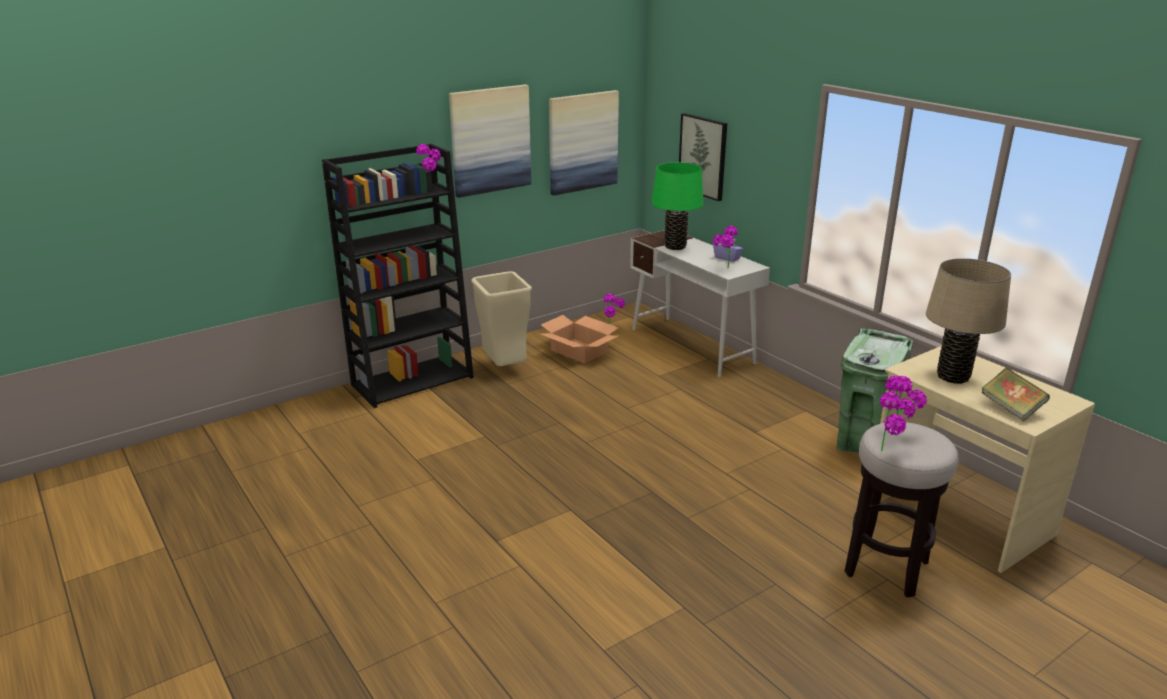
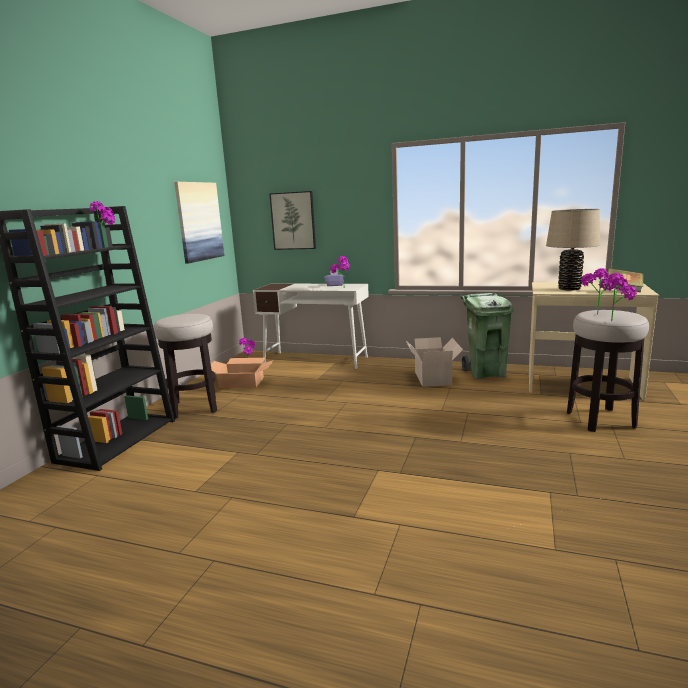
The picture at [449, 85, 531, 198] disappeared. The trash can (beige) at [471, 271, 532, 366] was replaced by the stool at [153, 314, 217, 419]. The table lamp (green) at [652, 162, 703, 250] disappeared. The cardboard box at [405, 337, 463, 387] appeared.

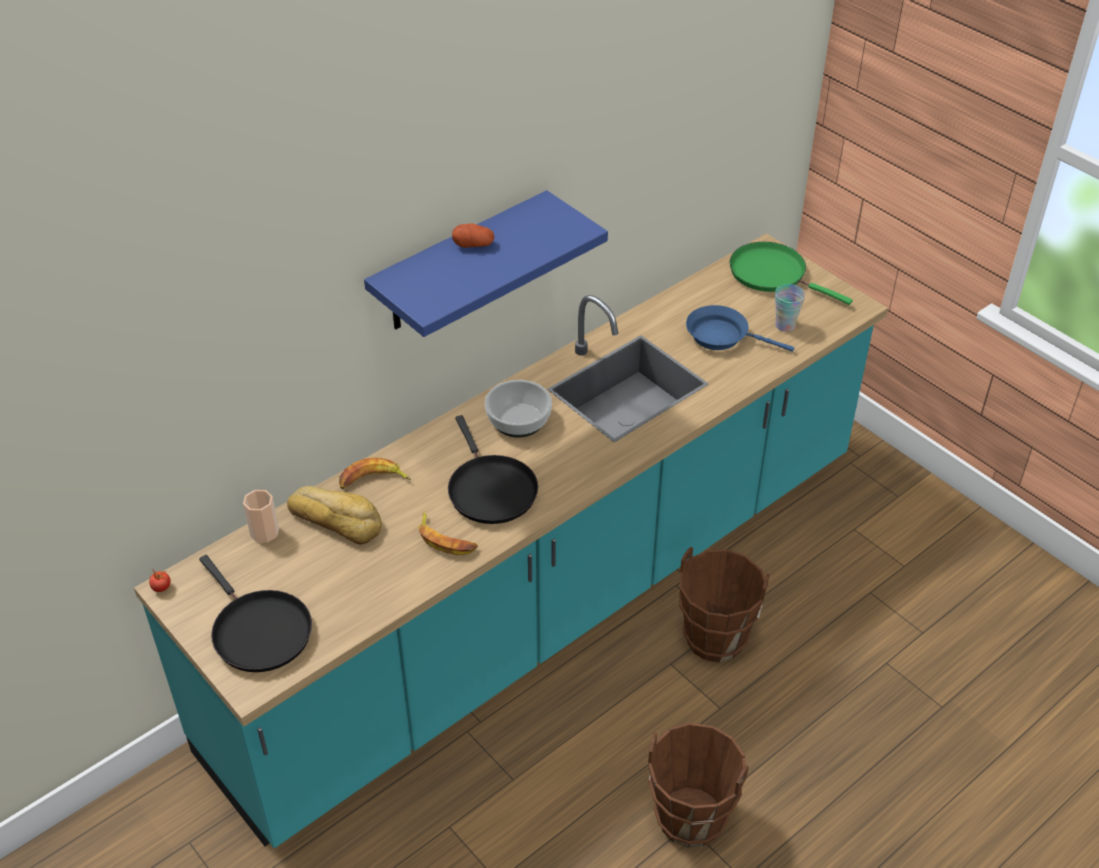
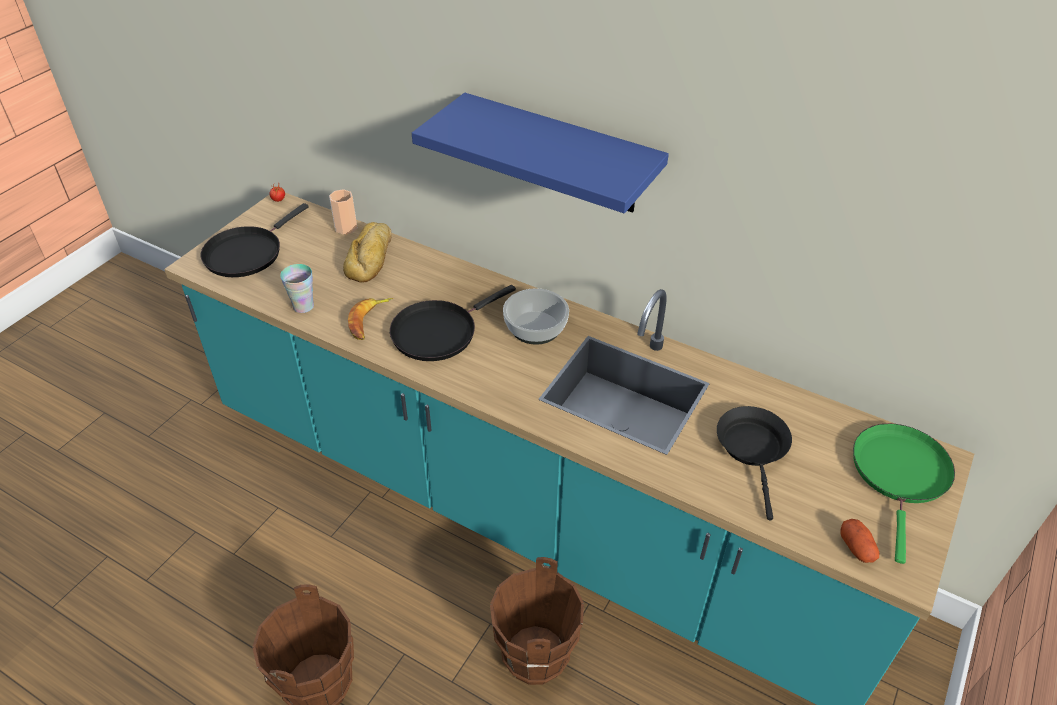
The banana at [339, 458, 411, 489] disappeared. The potato moved from [452, 224, 494, 248] to [840, 519, 879, 563]. The frying pan (blue) at [686, 305, 794, 352] became the frying pan (black) at [717, 406, 792, 520]. The cup moved from [775, 284, 805, 332] to [280, 264, 314, 313].

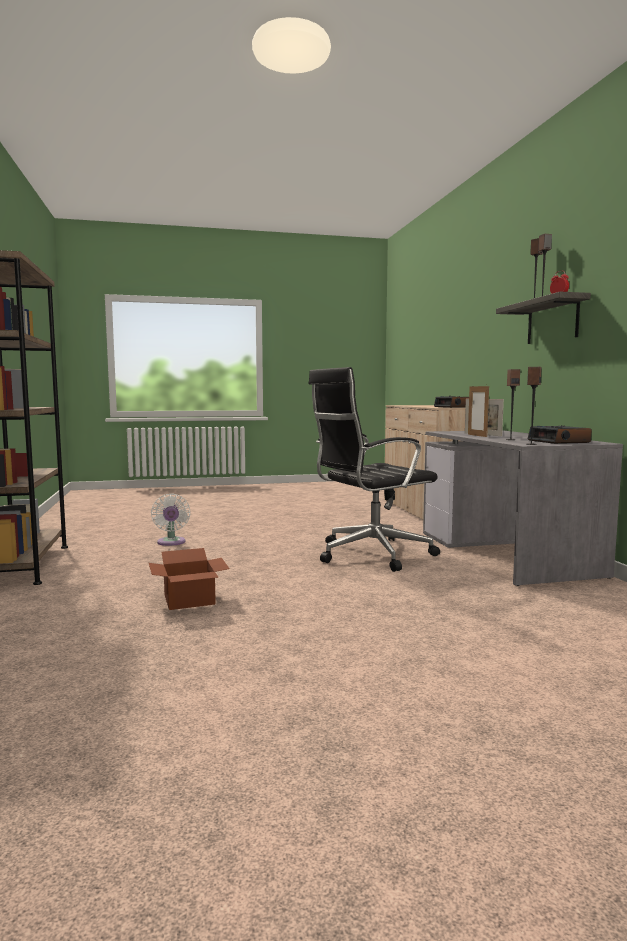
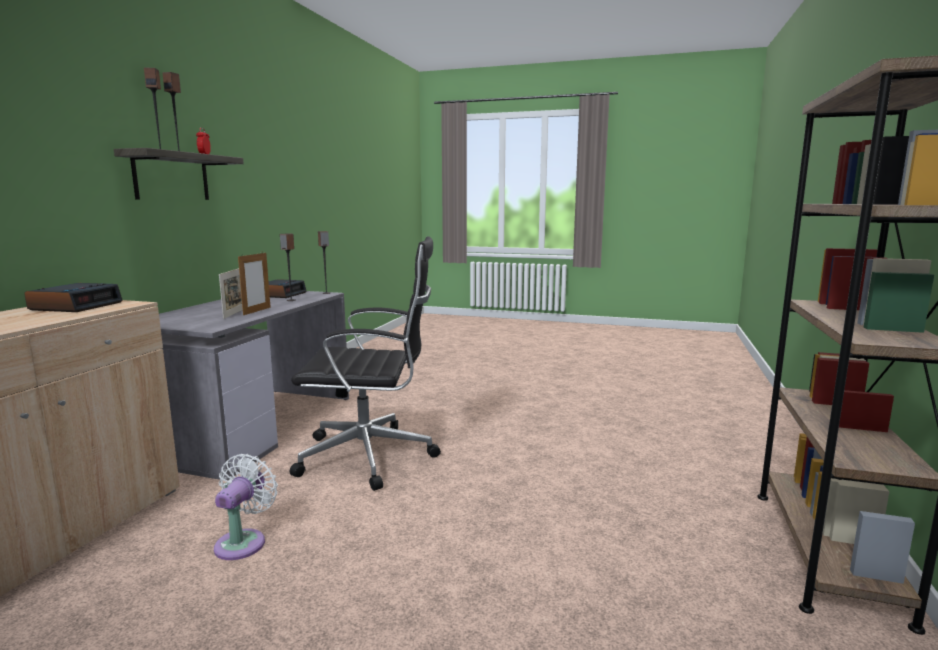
The cardboard box at [149, 548, 230, 610] disappeared. The fan (white) moved from [151, 494, 191, 546] to [214, 454, 278, 560].

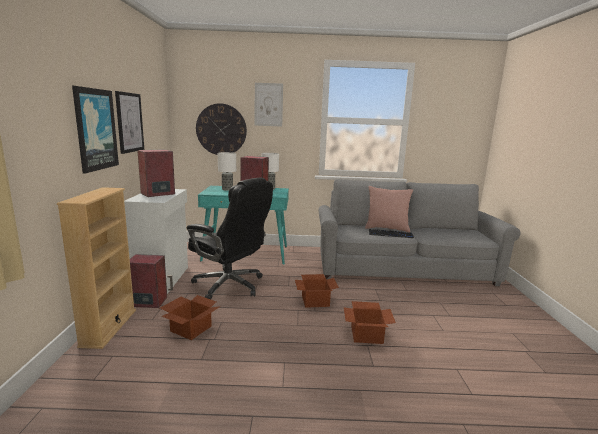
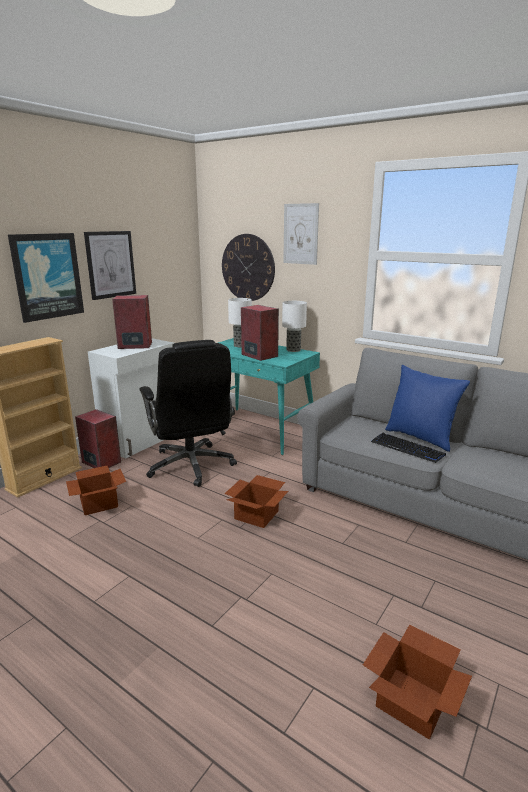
The cardboard box moved from [344, 301, 396, 344] to [363, 625, 472, 739]. The pillow (pink) at [365, 186, 413, 232] became the pillow (blue) at [385, 365, 470, 452].

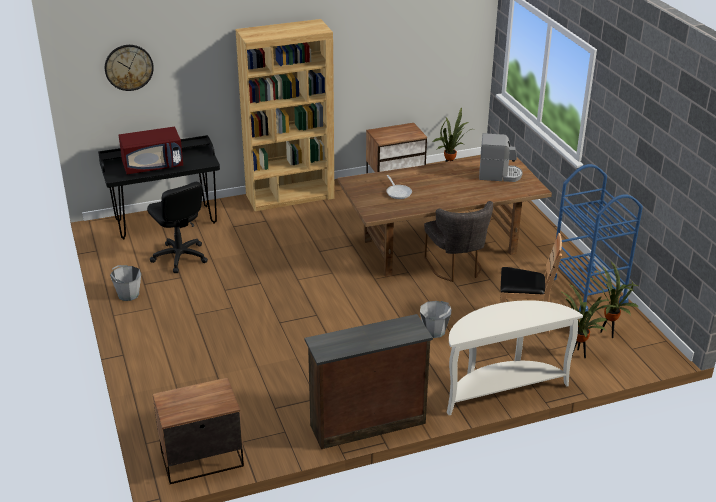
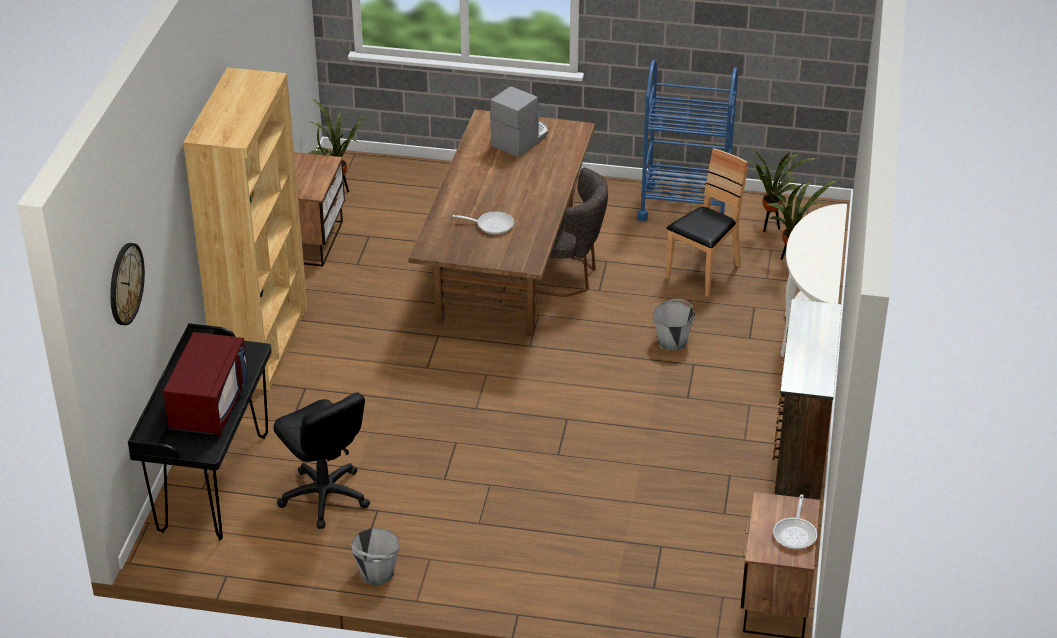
The office chair (black) at [147, 182, 208, 273] turned 60 degrees clockwise. The frying pan at [773, 494, 817, 550] appeared.

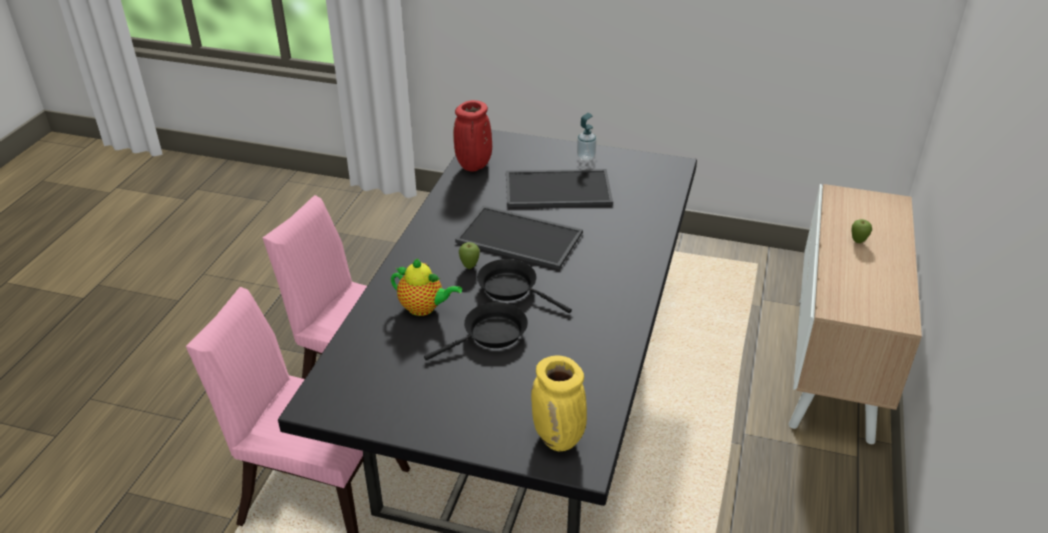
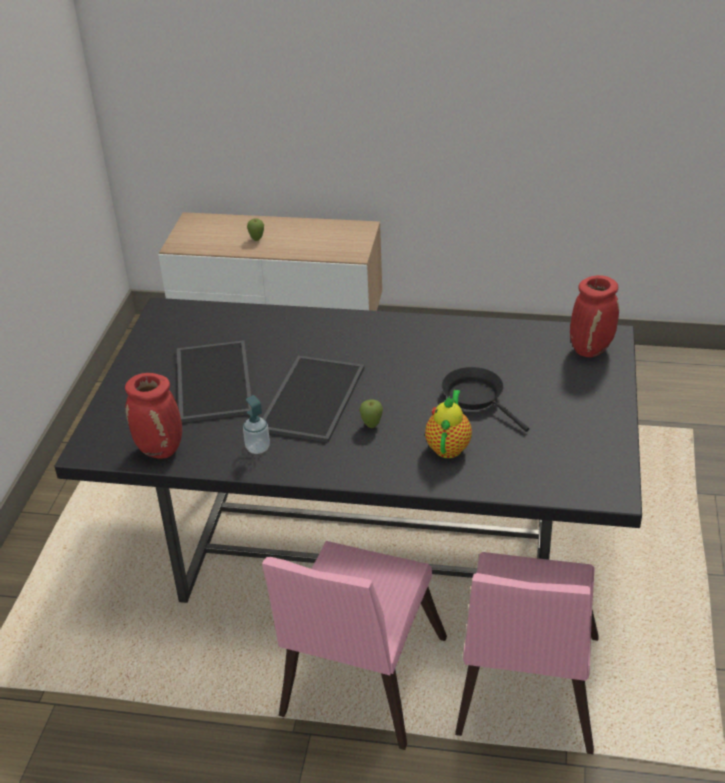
The frying pan (black) at [477, 259, 572, 313] disappeared. The vase (yellow) at [531, 356, 587, 451] became the vase (red) at [570, 275, 619, 357]. The soap dispenser moved from [577, 113, 597, 161] to [243, 395, 270, 454].

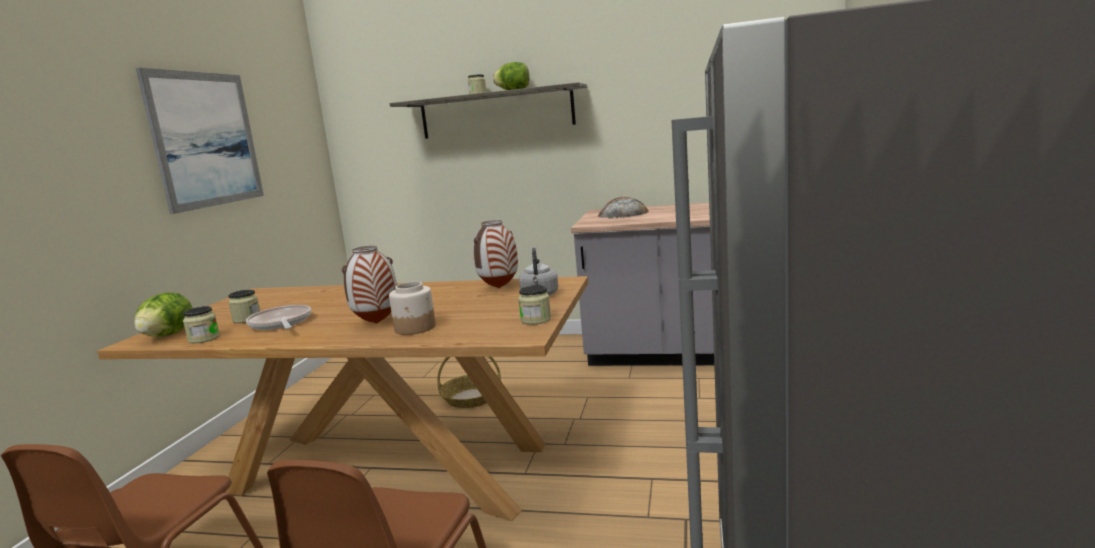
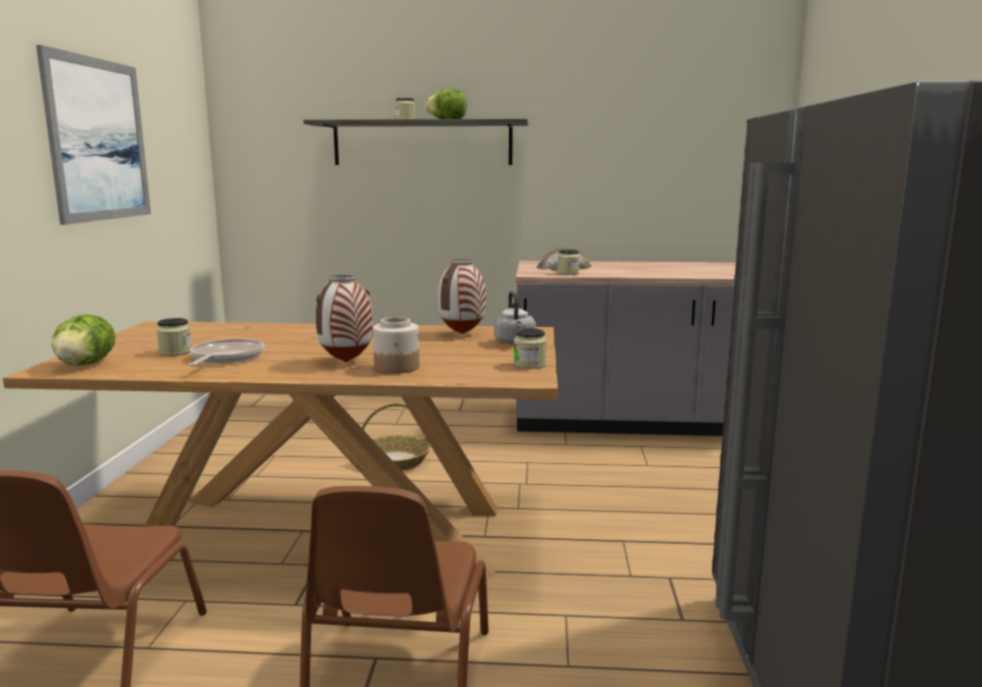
The jar moved from [183, 306, 220, 344] to [557, 249, 580, 275]. The frying pan at [246, 305, 311, 330] turned 45 degrees clockwise.

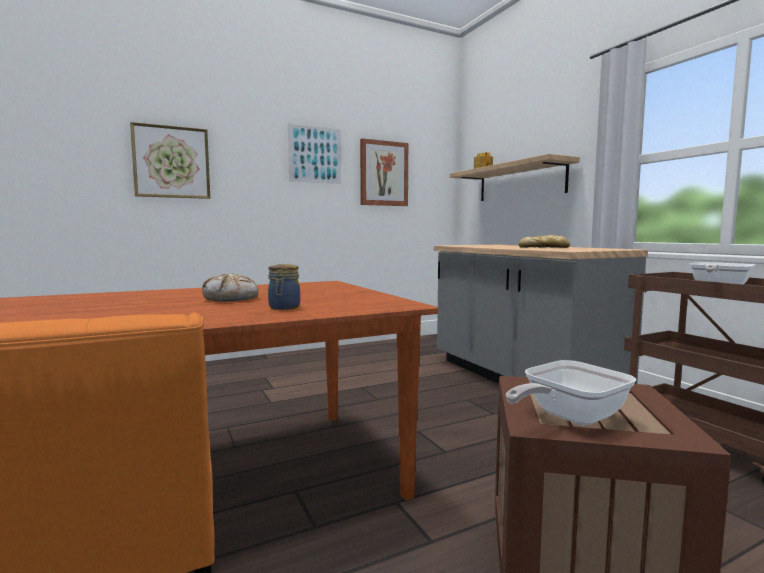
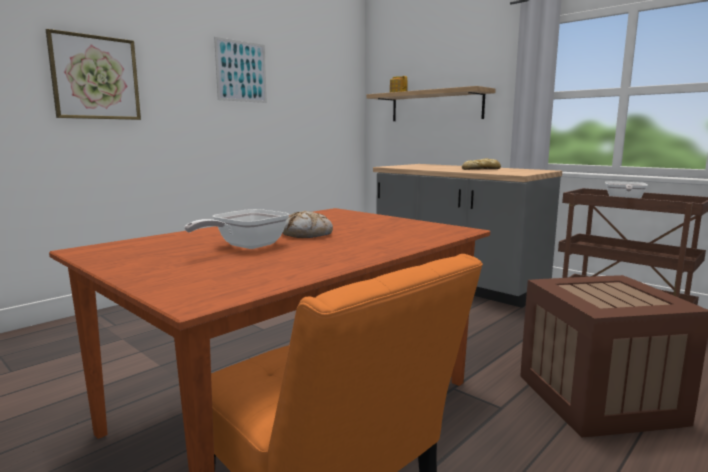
The jar at [268, 264, 300, 310] disappeared. The picture at [360, 139, 408, 206] disappeared. The frying pan moved from [506, 360, 636, 426] to [185, 209, 289, 249].

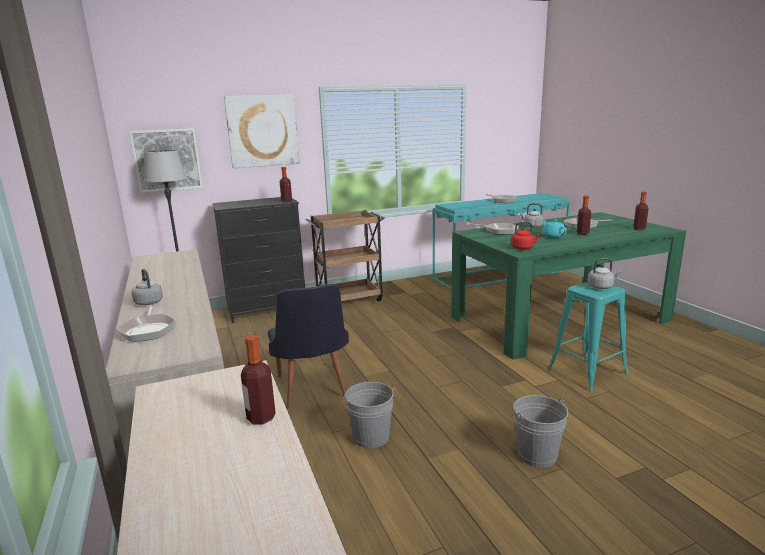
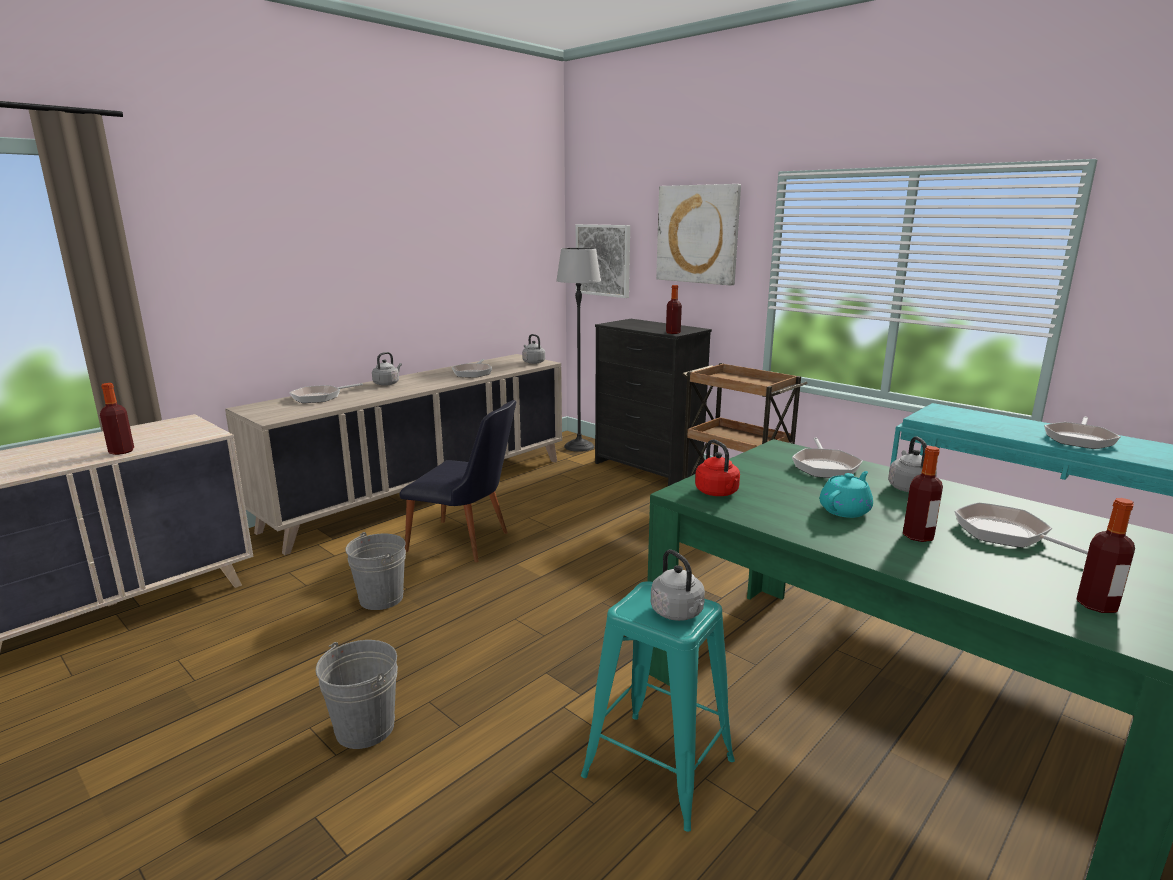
The chair (black) at [268, 284, 349, 408] turned 120 degrees counterclockwise. The frying pan at [452, 359, 492, 378] appeared. The kettle (grey) at [522, 334, 545, 364] appeared.

